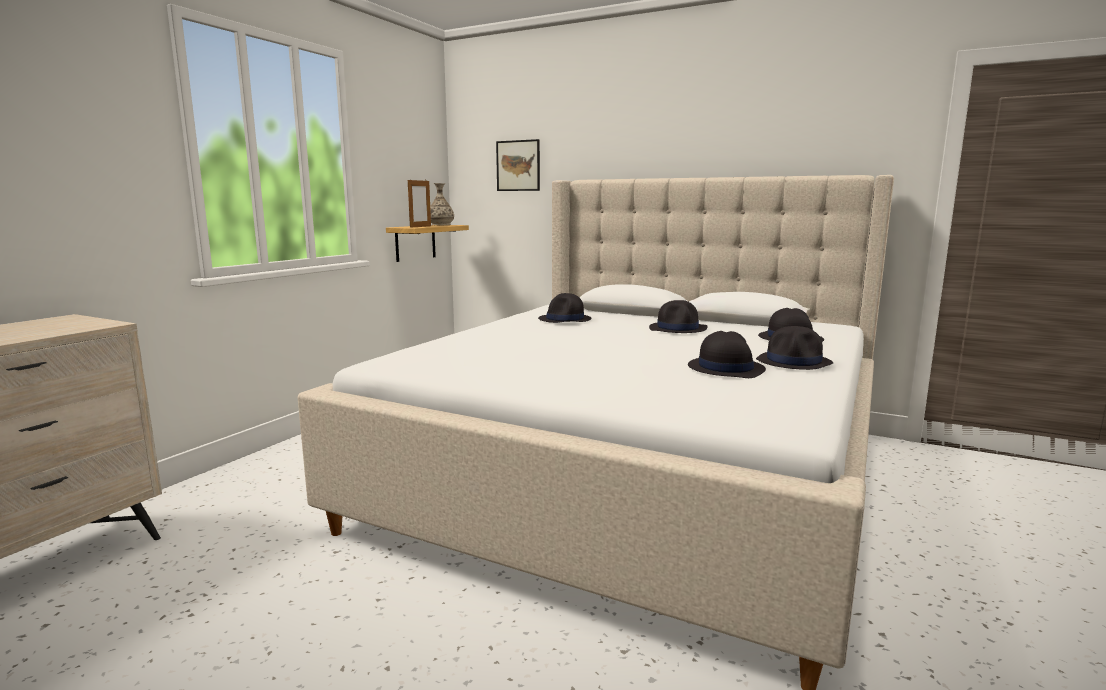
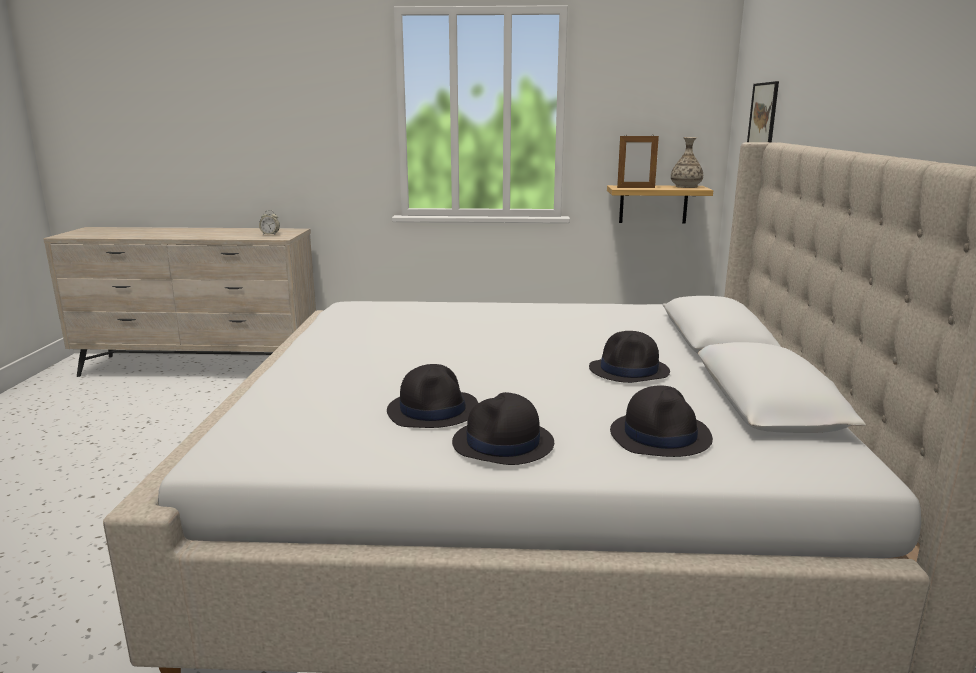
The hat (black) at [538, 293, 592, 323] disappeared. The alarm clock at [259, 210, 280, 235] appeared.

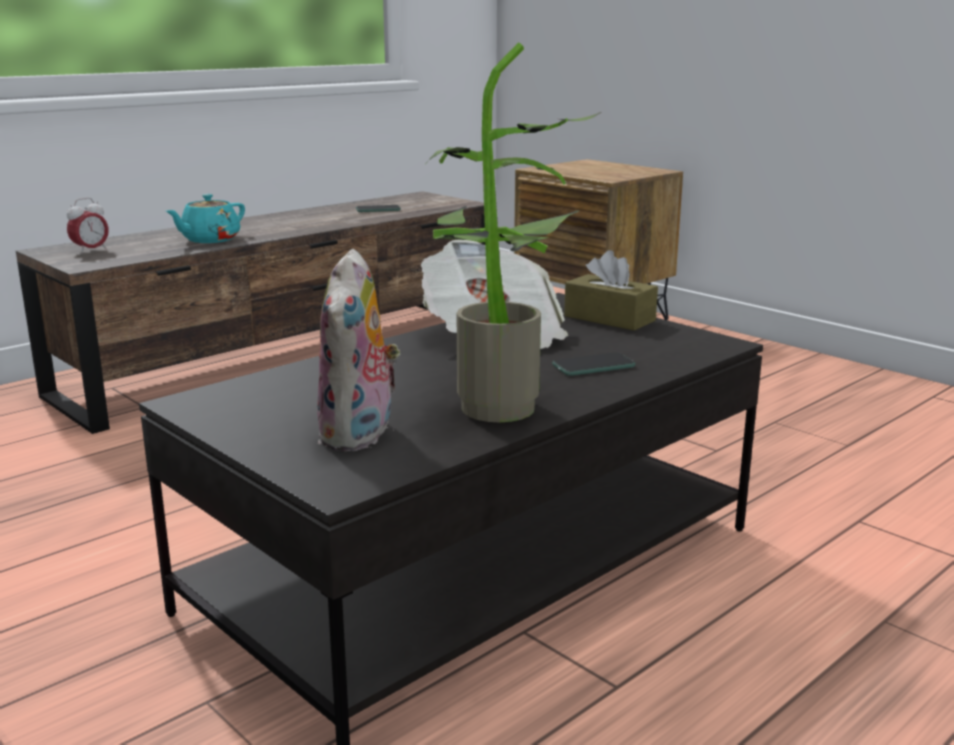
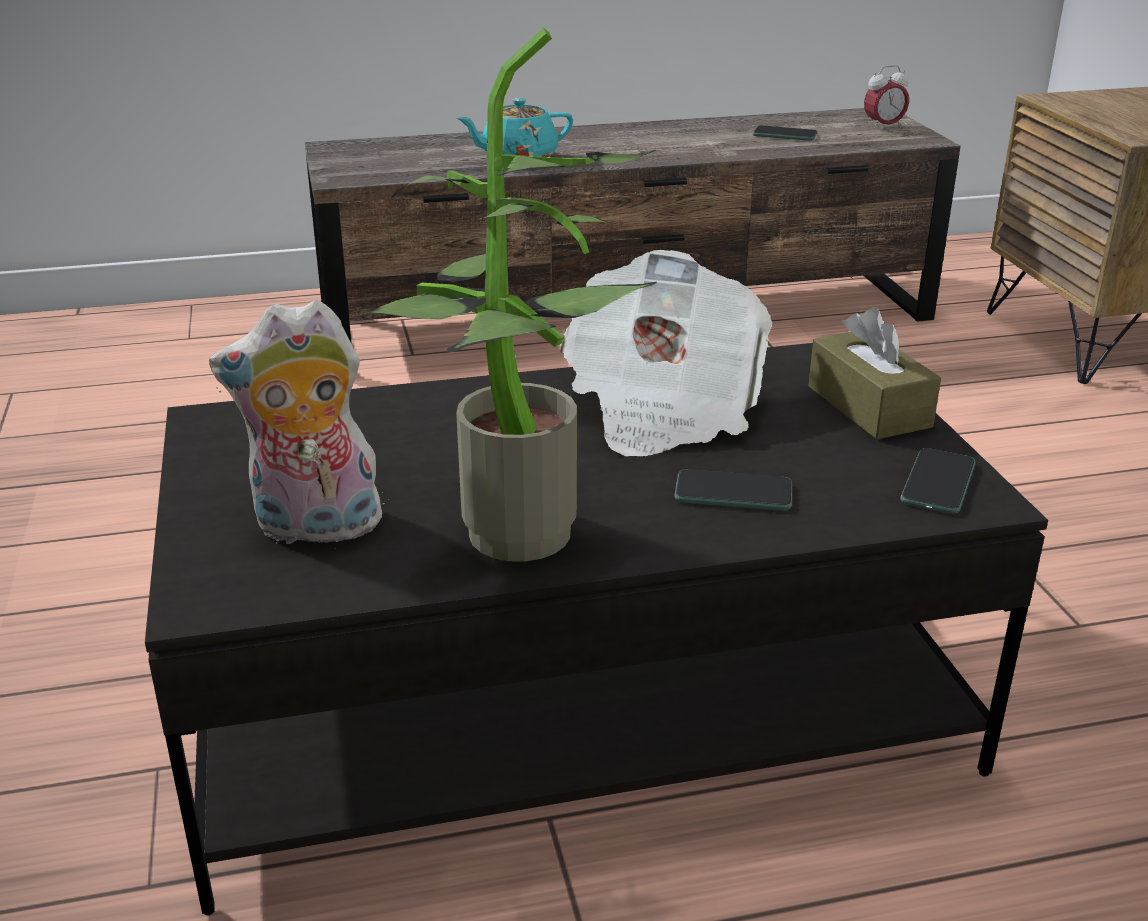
The alarm clock moved from [67, 198, 109, 254] to [864, 65, 909, 130]. The plush toy at [317, 249, 400, 452] turned 45 degrees clockwise. The phone at [900, 448, 976, 514] appeared.

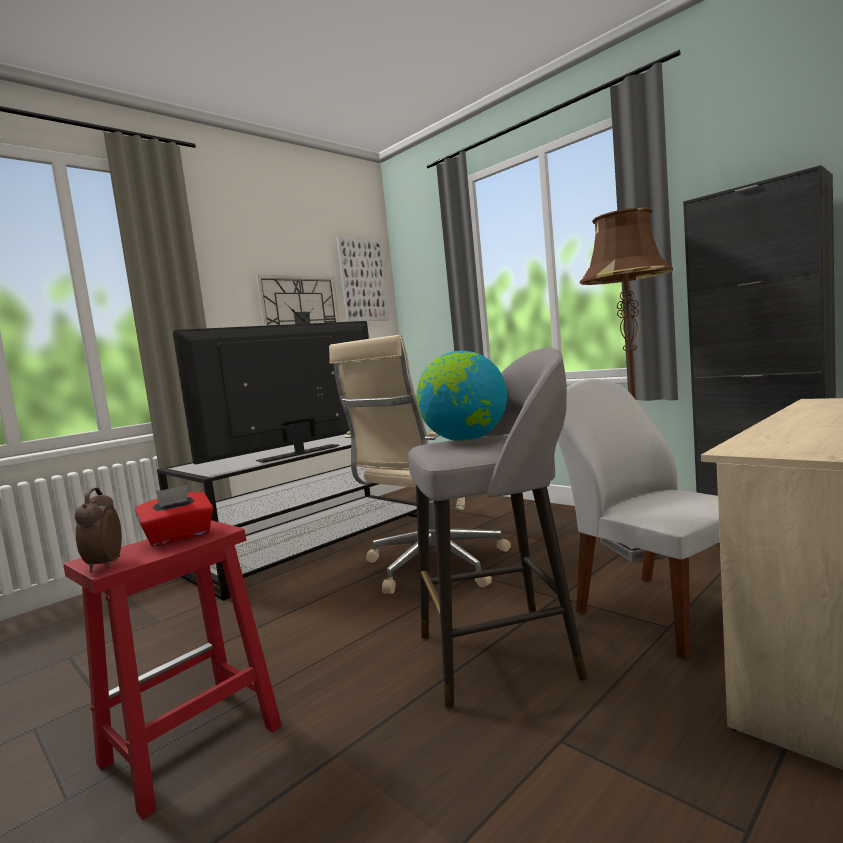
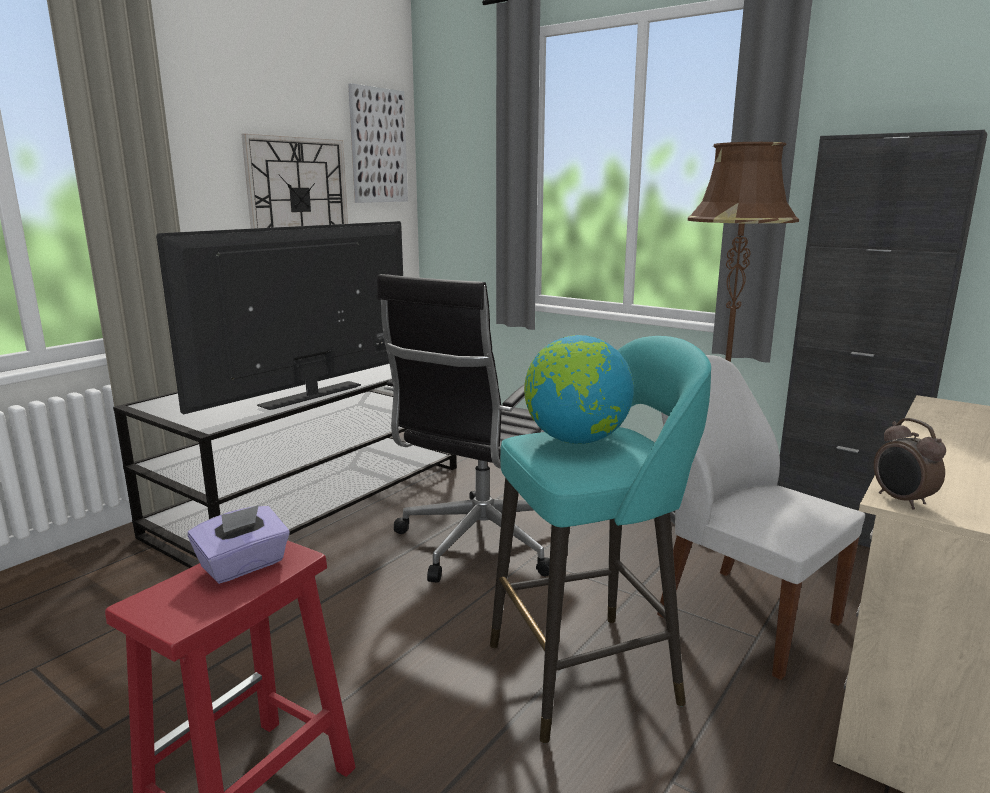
The alarm clock moved from [75, 487, 122, 573] to [874, 418, 946, 510]. The tissue box (red) at [135, 485, 213, 546] became the tissue box (purple) at [188, 505, 290, 584]. The office chair (beige) at [329, 335, 511, 594] became the office chair (black) at [376, 274, 550, 582]. The stool (grey) at [408, 348, 587, 709] became the stool (turquoise) at [490, 336, 711, 743].

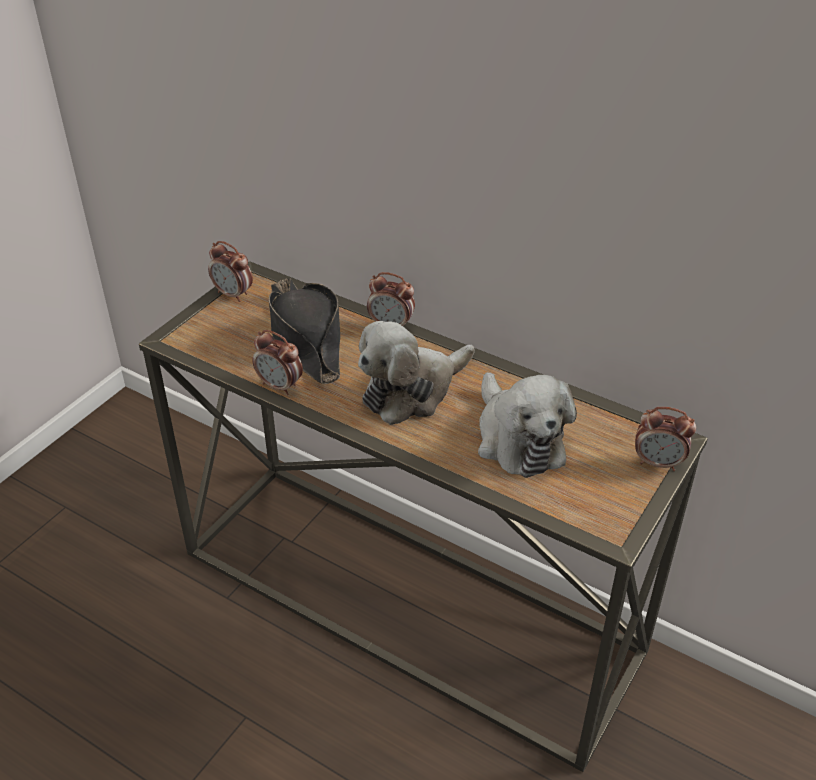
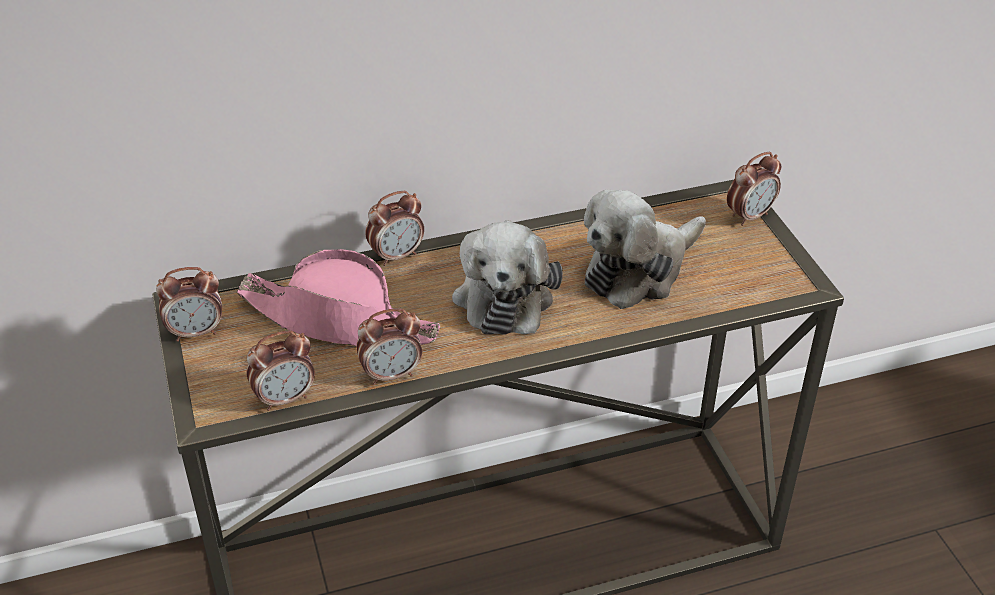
The hat (black) at [269, 278, 340, 384] became the hat (pink) at [236, 249, 440, 346]. The plush toy at [478, 372, 577, 478] turned 120 degrees clockwise. The alarm clock at [247, 330, 315, 411] appeared.

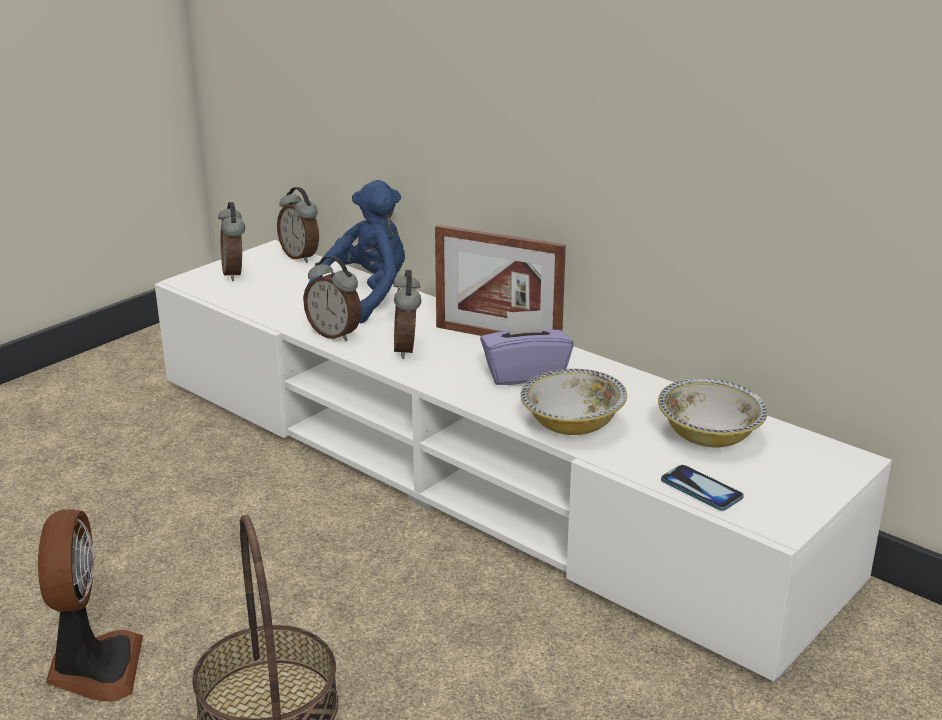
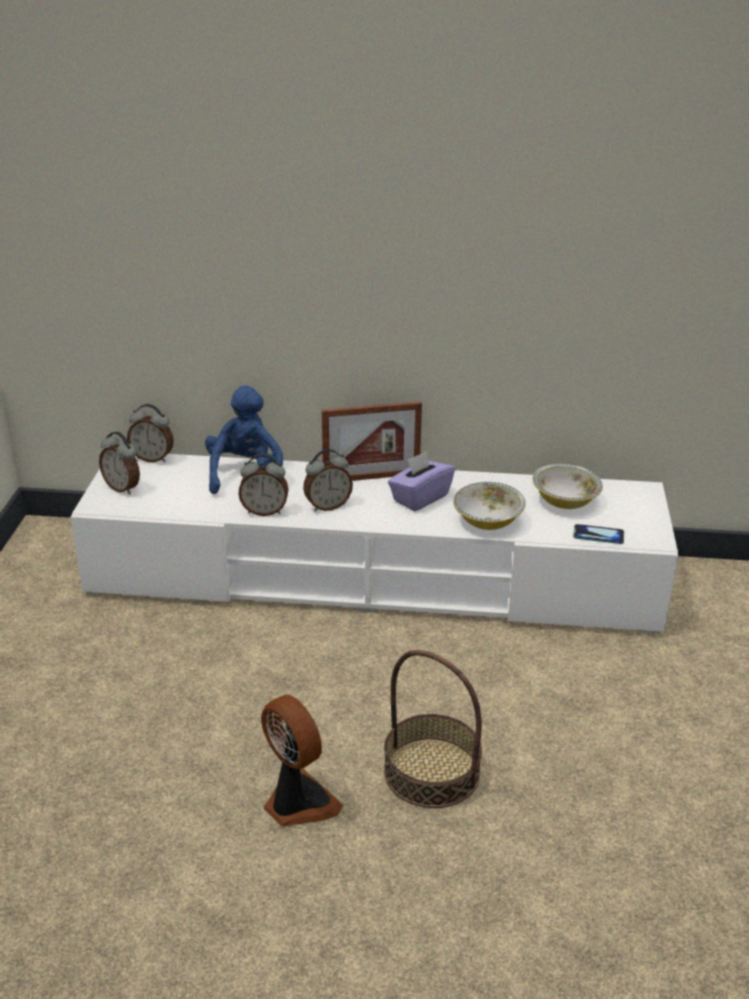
The alarm clock at [393, 270, 421, 359] turned 75 degrees counterclockwise.

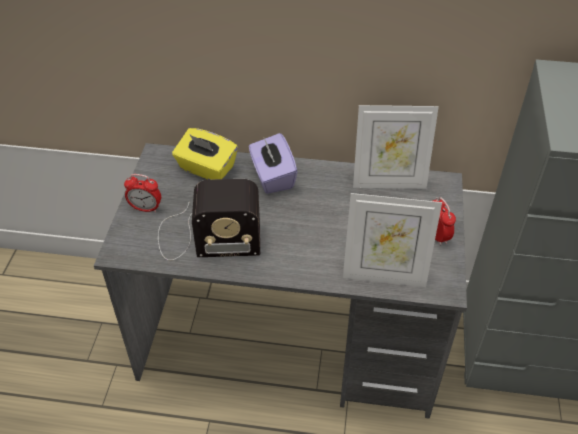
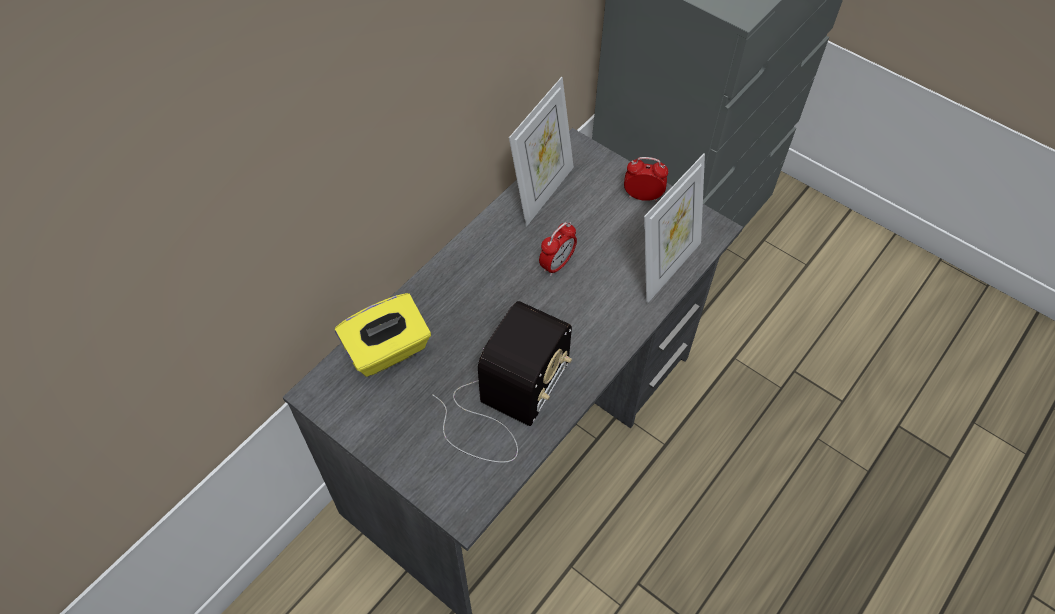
The alarm clock moved from [124, 174, 161, 213] to [539, 222, 577, 276]. The tissue box (purple) at [249, 133, 297, 194] disappeared.

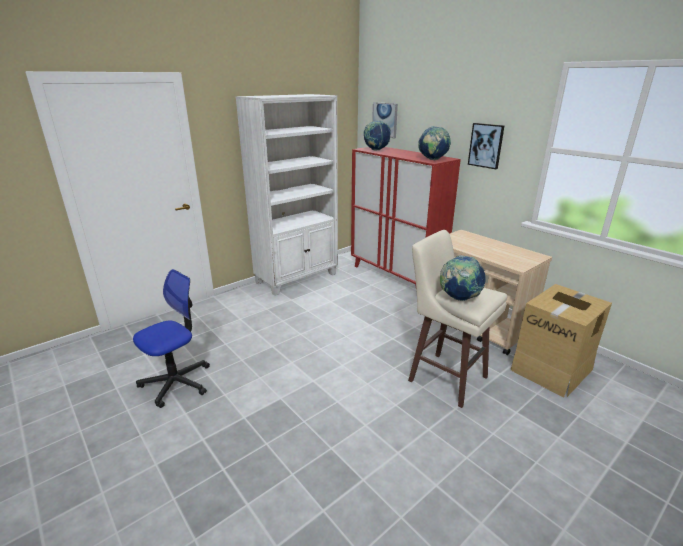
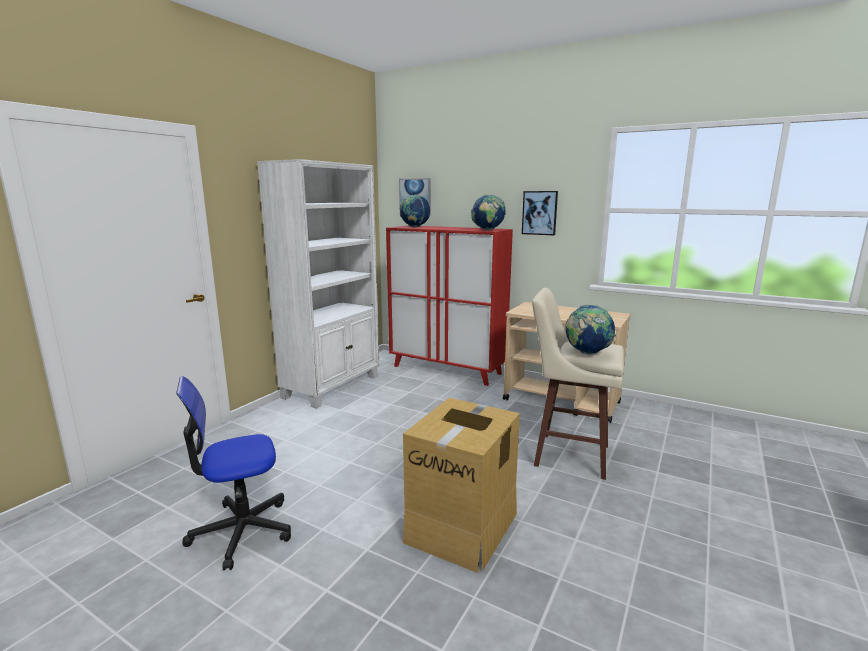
The office chair at [133, 269, 210, 408] turned 135 degrees counterclockwise. The cardboard box moved from [511, 284, 612, 398] to [403, 398, 520, 573].

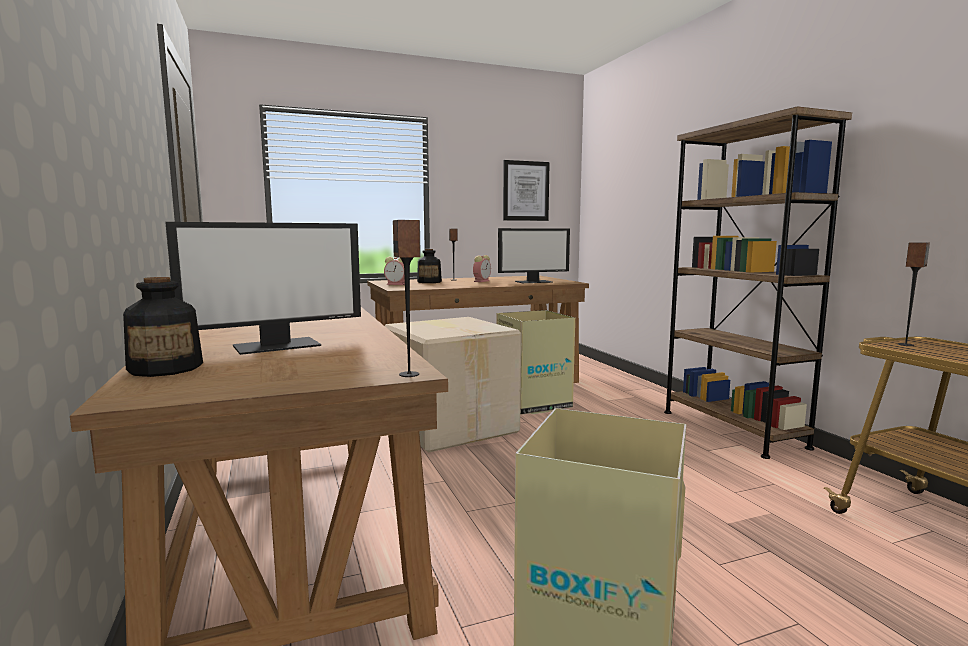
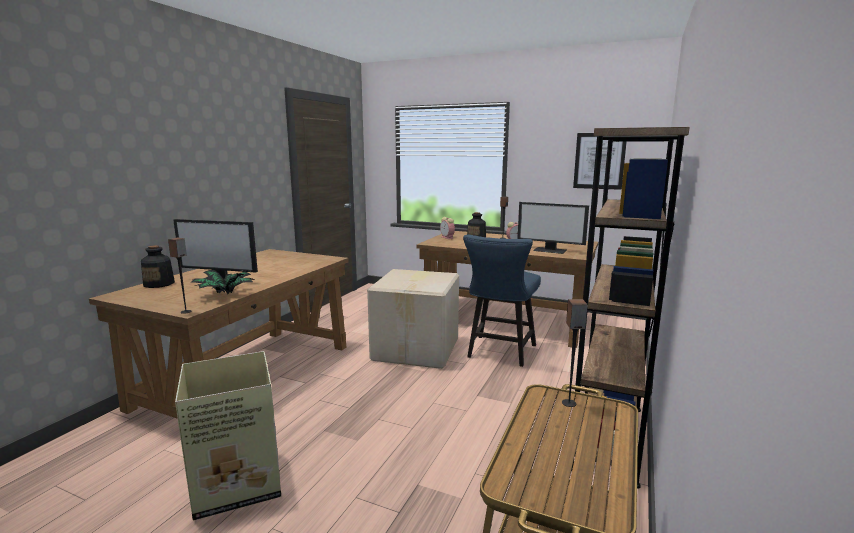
The cardboard box at [497, 310, 575, 415] was replaced by the chair (blue) at [463, 234, 541, 367]. The potted plant at [190, 270, 255, 294] appeared.

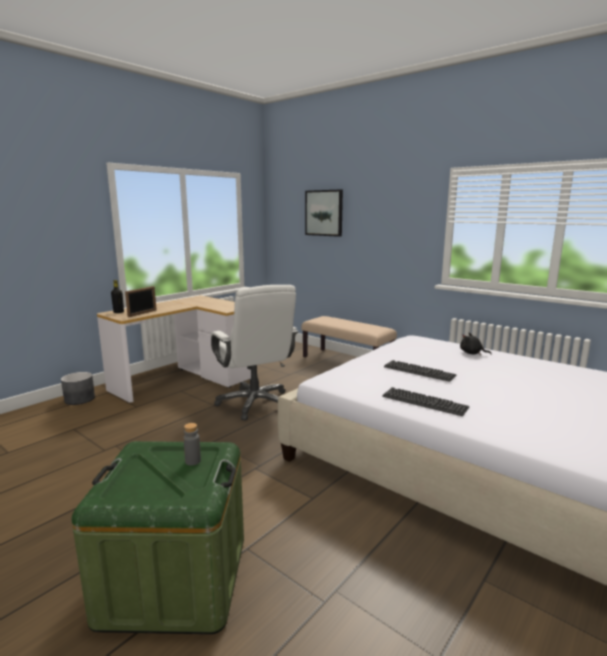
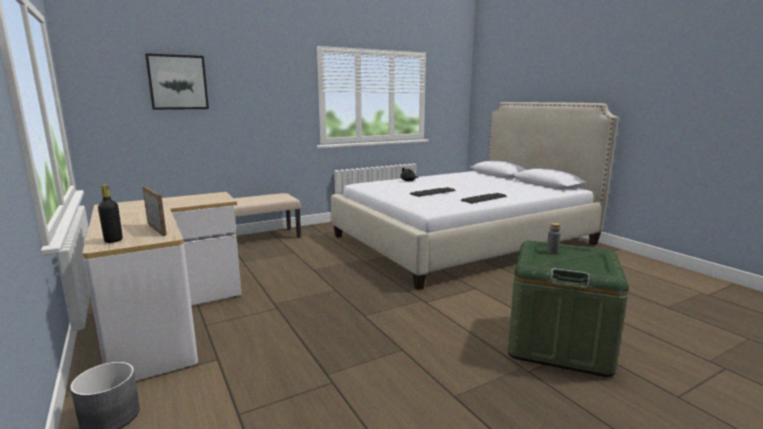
The office chair (white) at [211, 285, 299, 420] disappeared.

